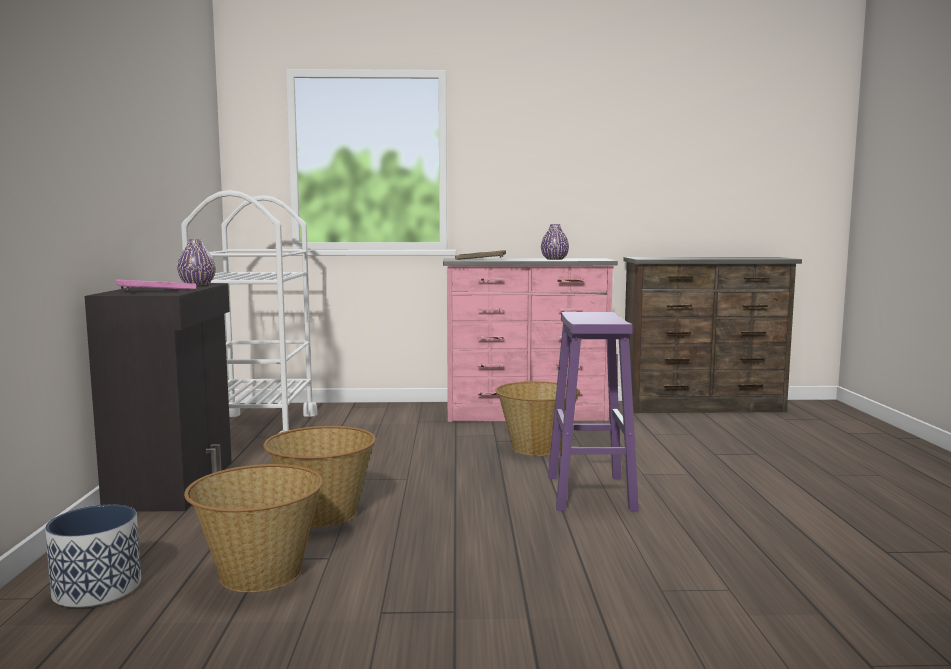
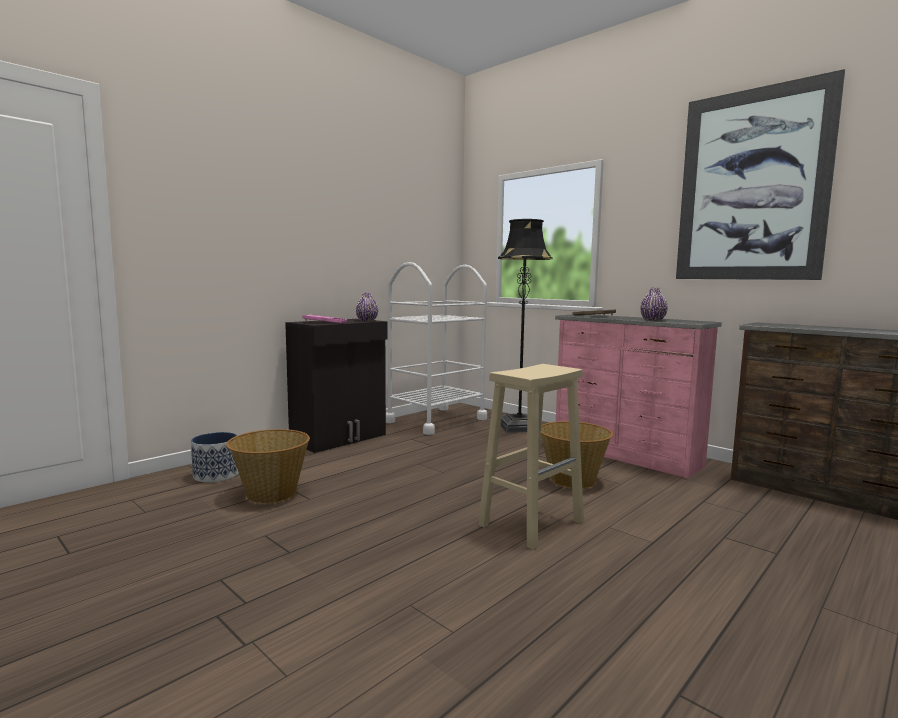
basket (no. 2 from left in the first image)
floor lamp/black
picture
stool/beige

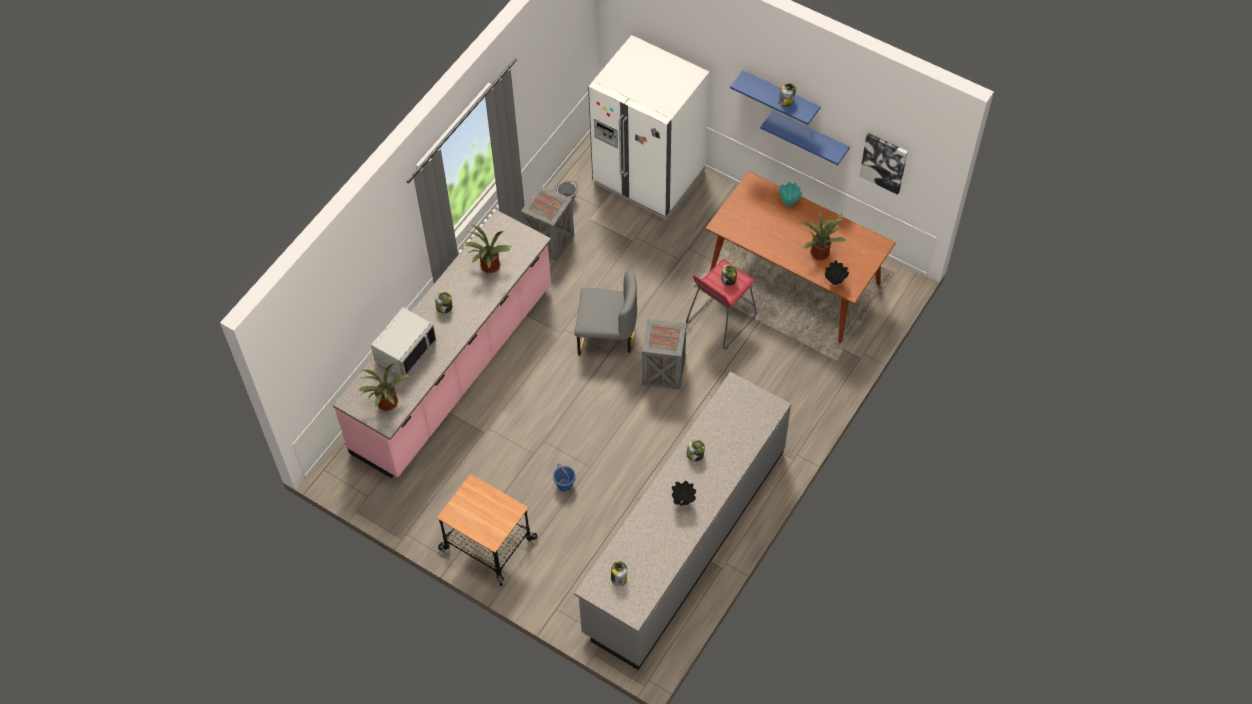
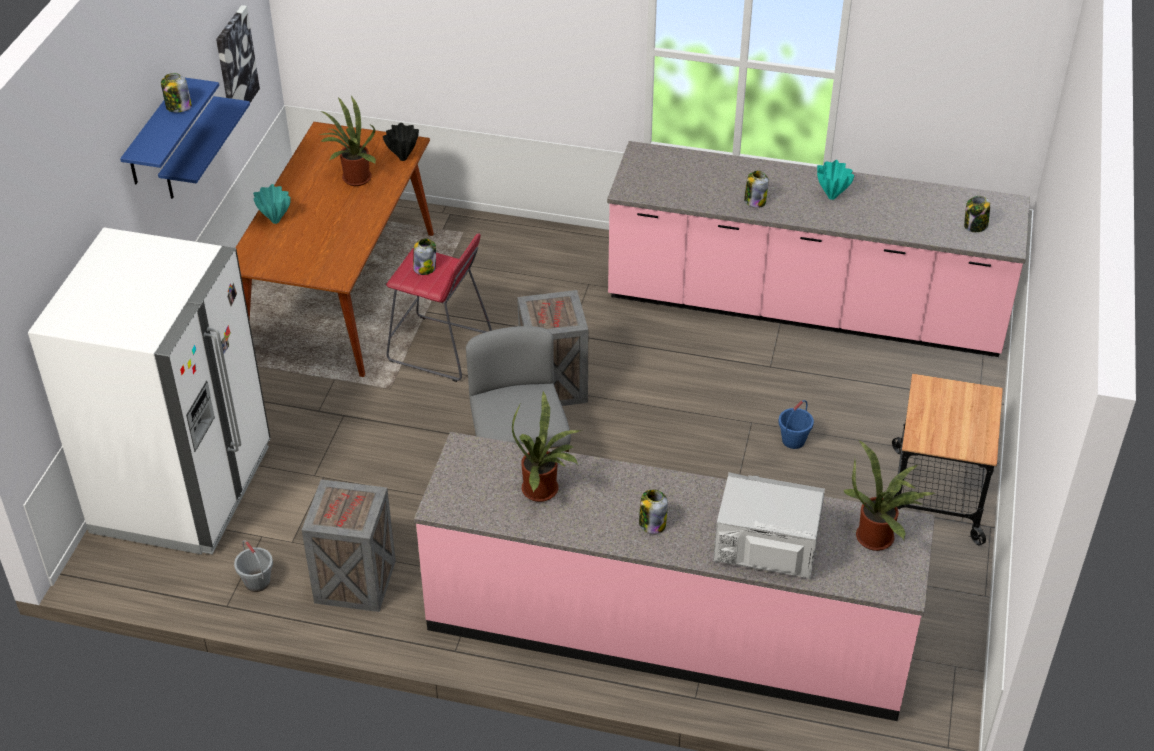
counter/pink (no. 2 from left)
vase/turquoise (no. 2 from left)

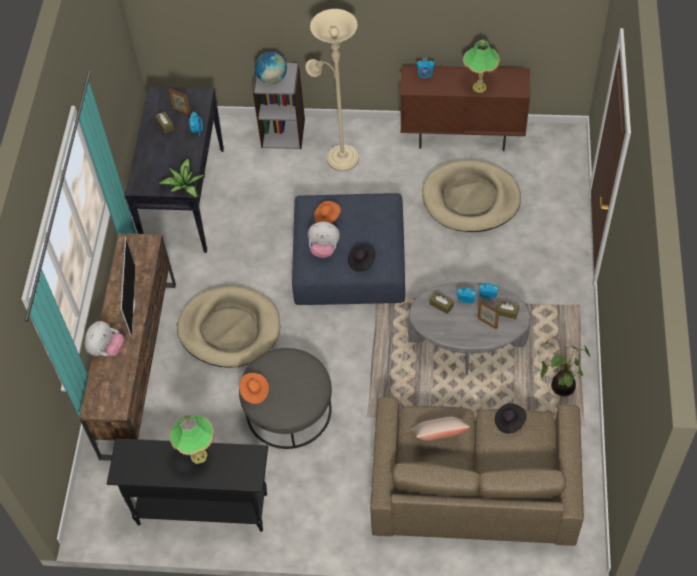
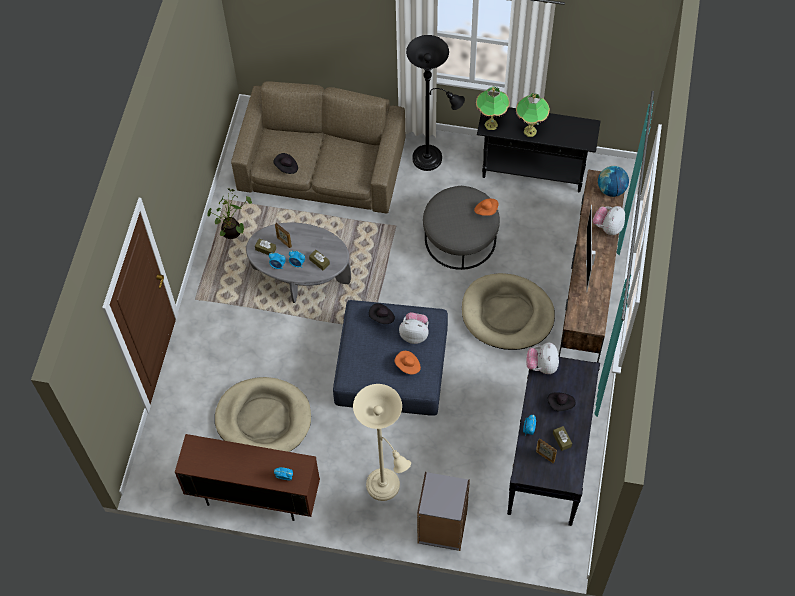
pillow/beige
floor lamp/black
hat/black (no. 3 from left)
globe
table lamp (no. 1 from left)
plush toy (no. 2 from left)

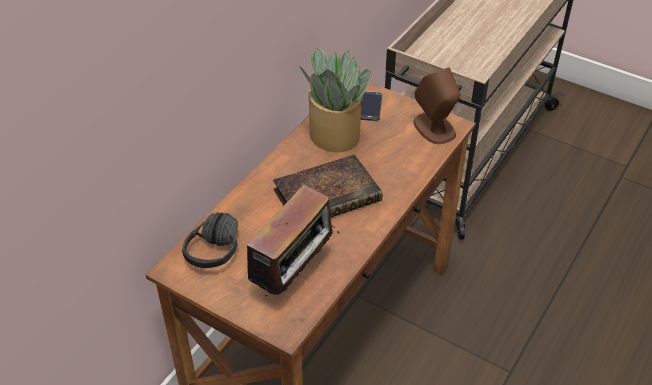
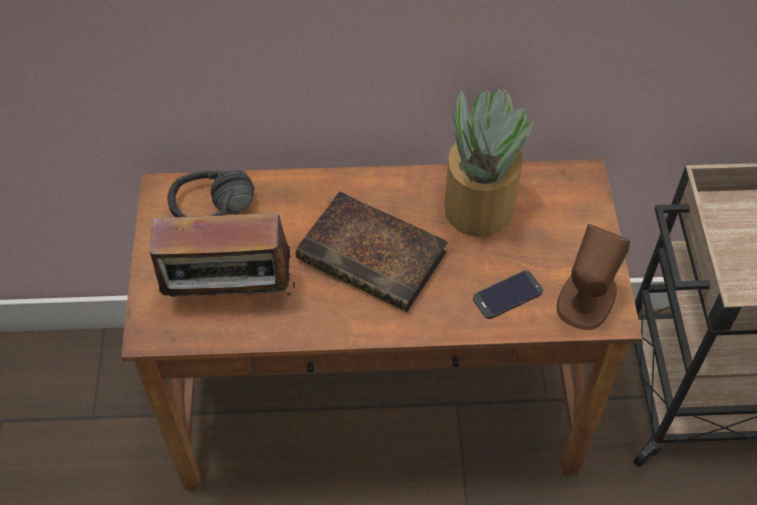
phone

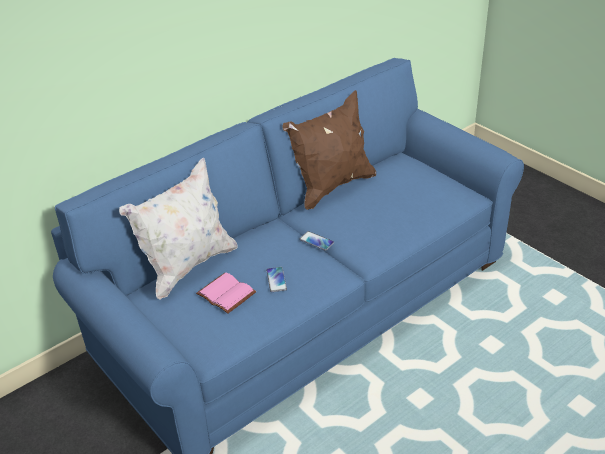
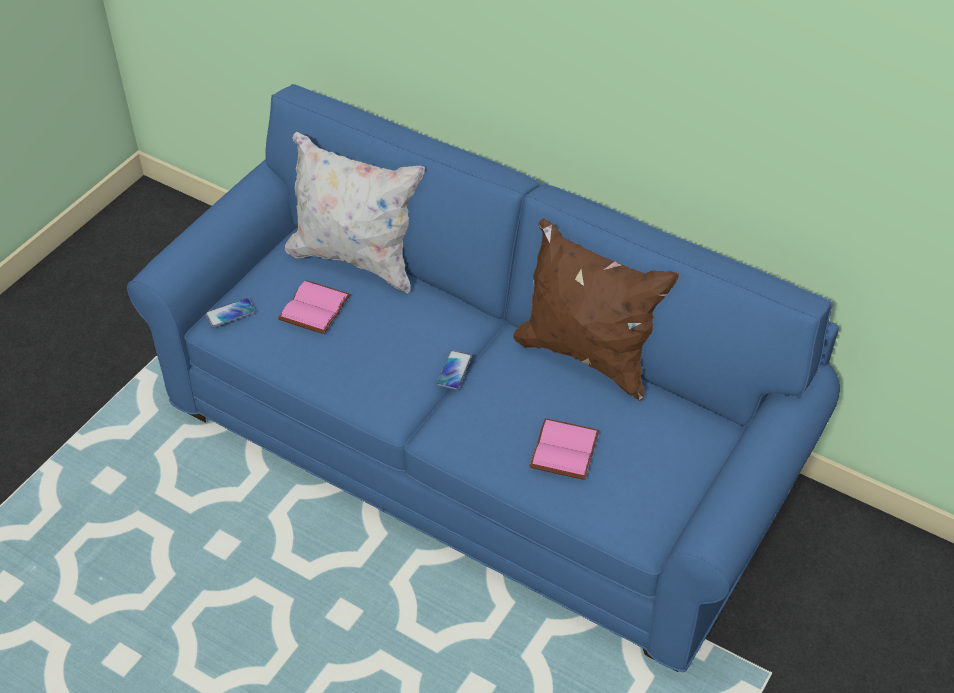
book/pink (no. 2 from left)
phone (no. 1 from left)

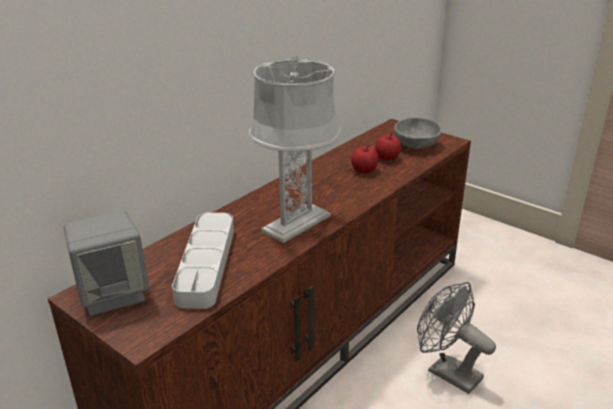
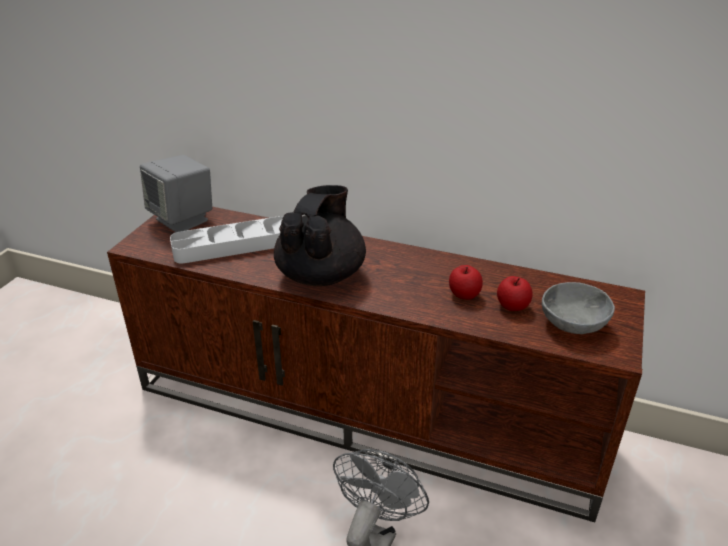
teapot/black

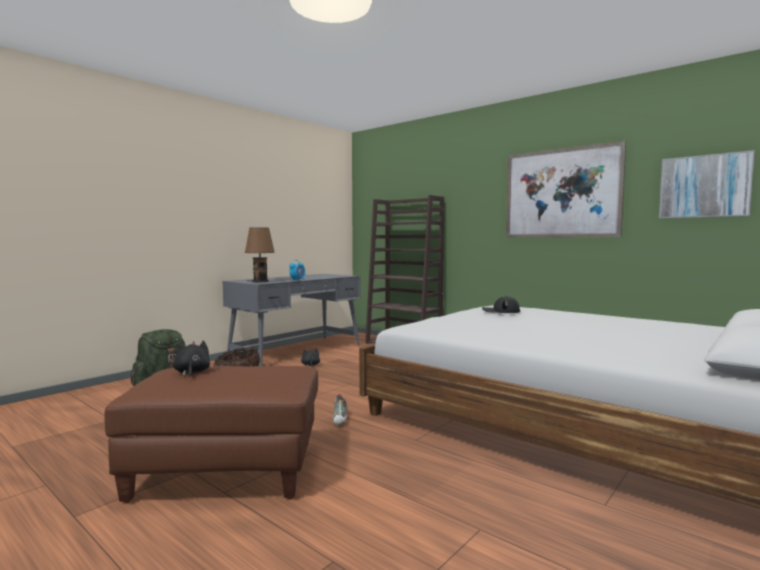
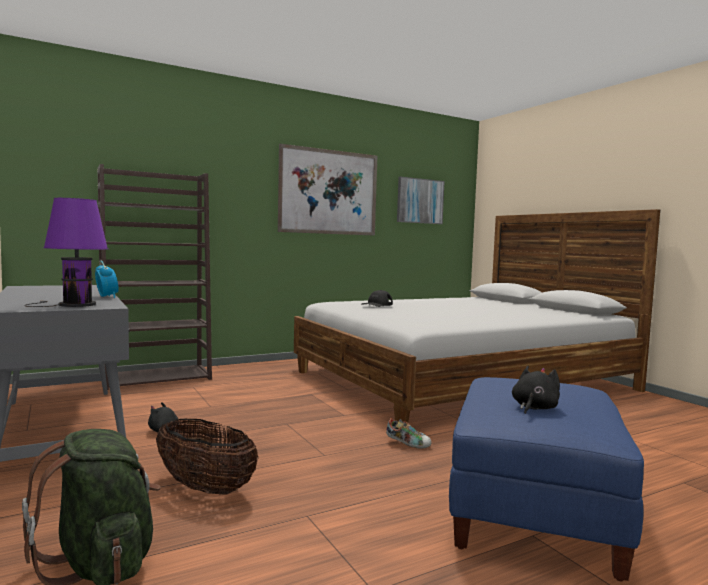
ottoman/blue
table lamp/purple
plush toy/black (no. 2 from left)

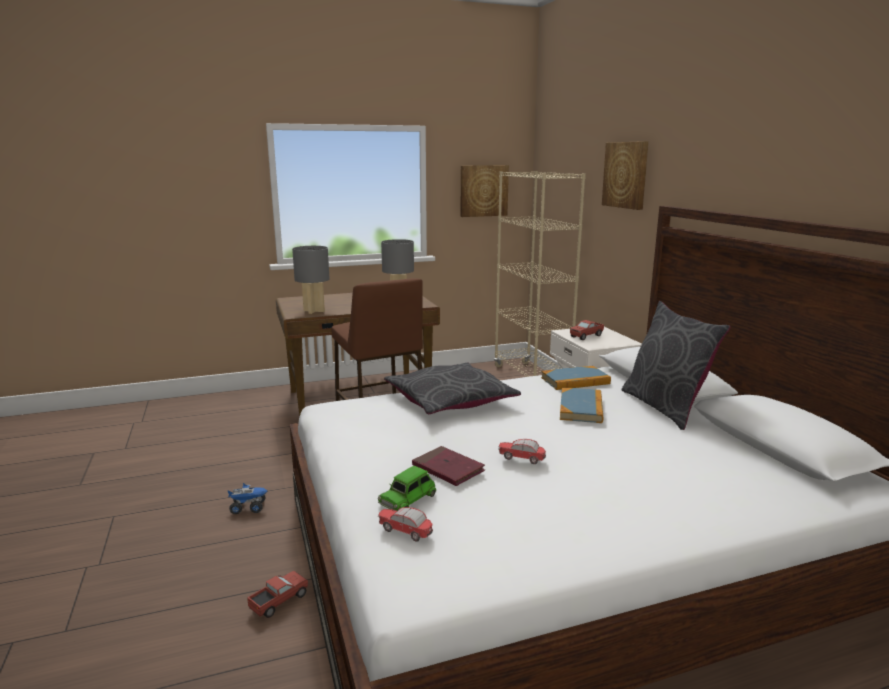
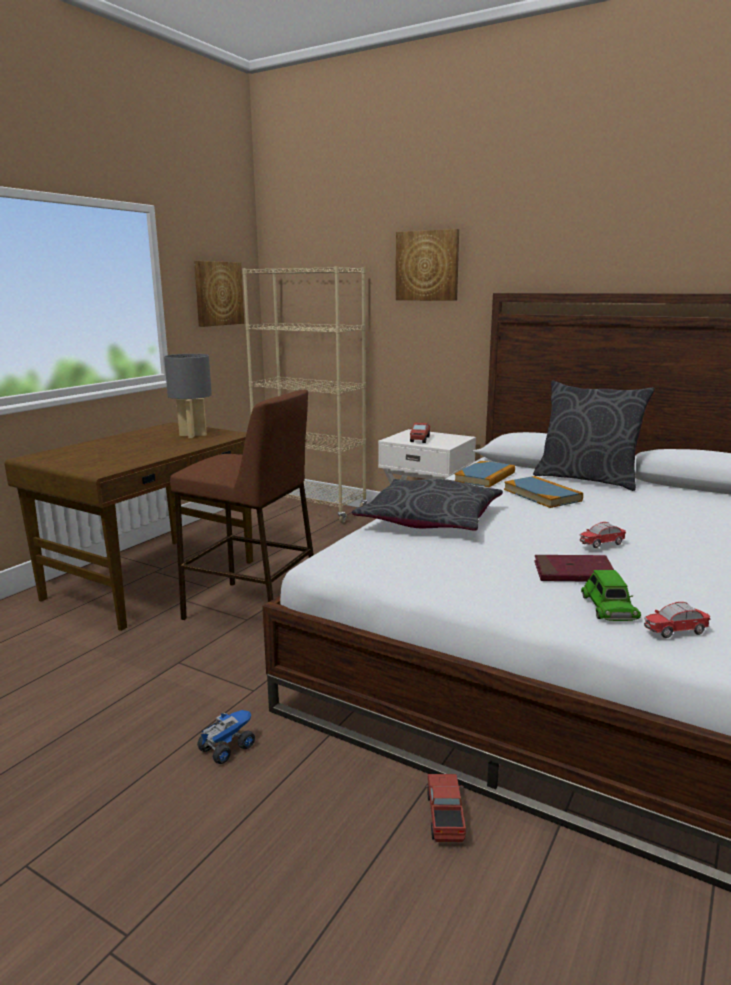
table lamp/grey (no. 1 from left in the first image)

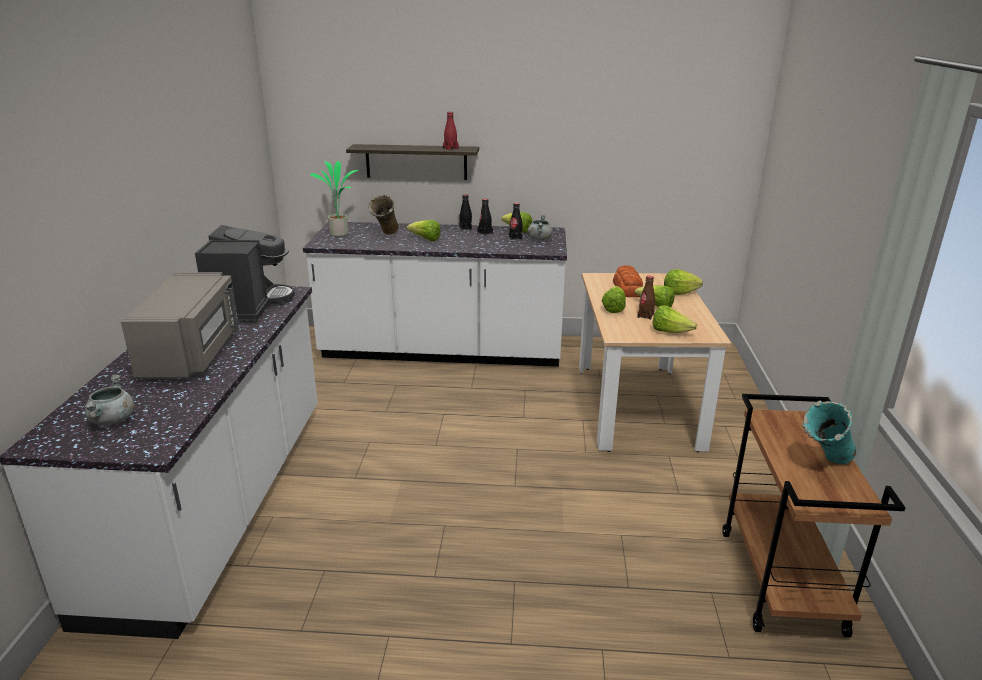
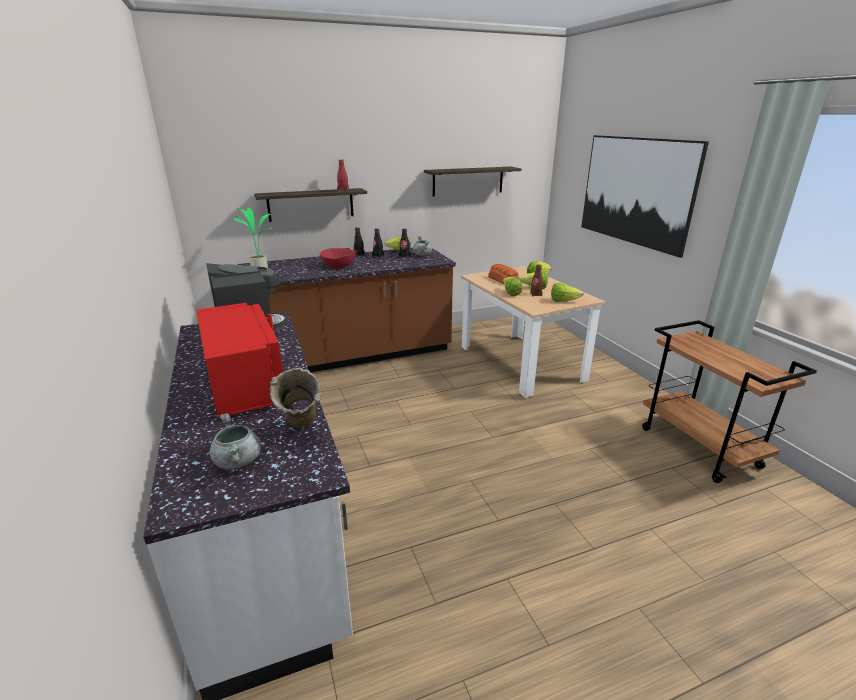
vase/turquoise
shelf (no. 2 from left)
picture
vase/beige
bowl/red
microwave/red
counter/brown

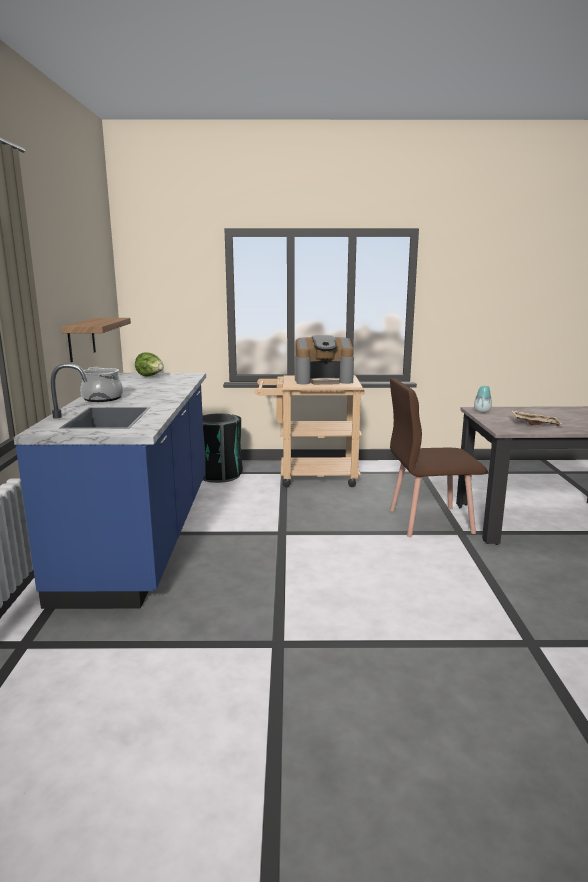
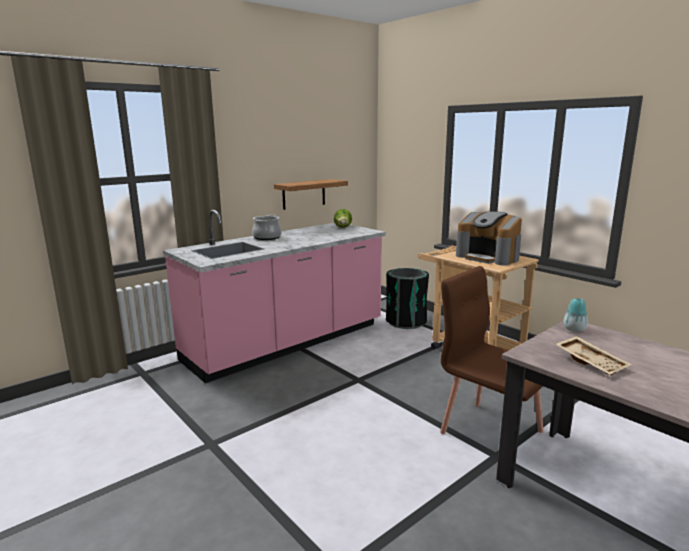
counter/pink

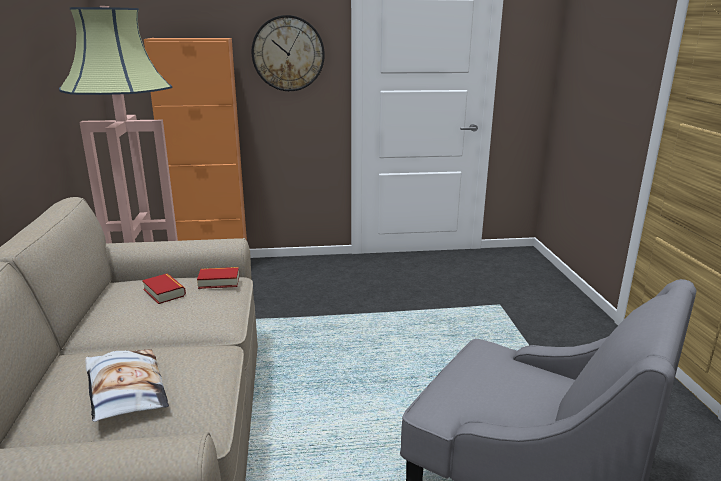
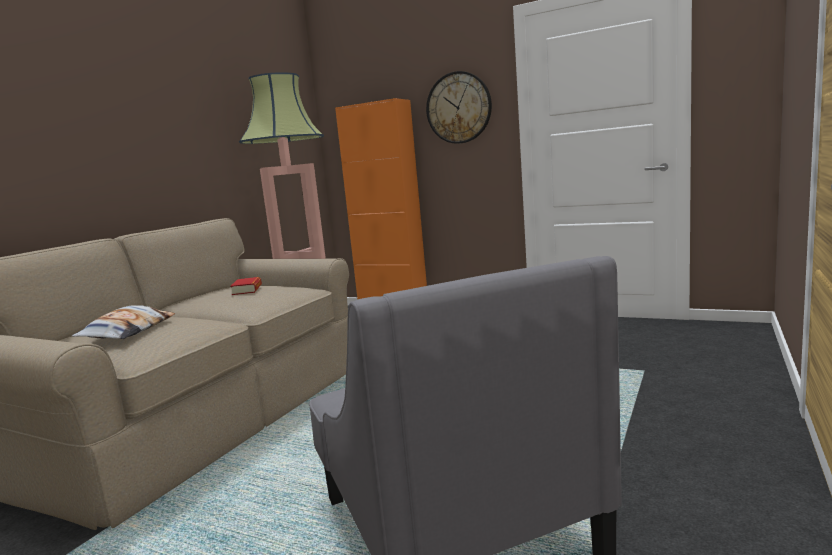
book (no. 2 from left in the first image)

